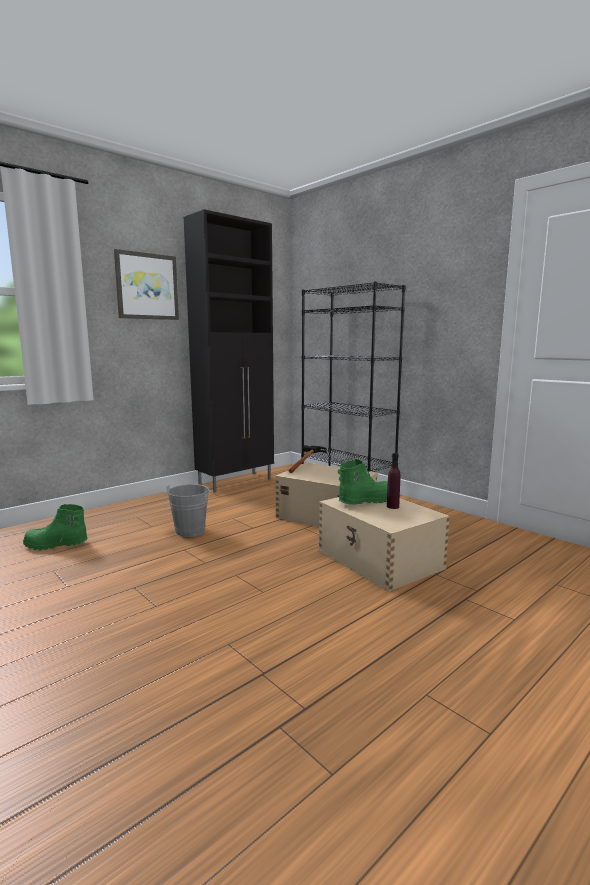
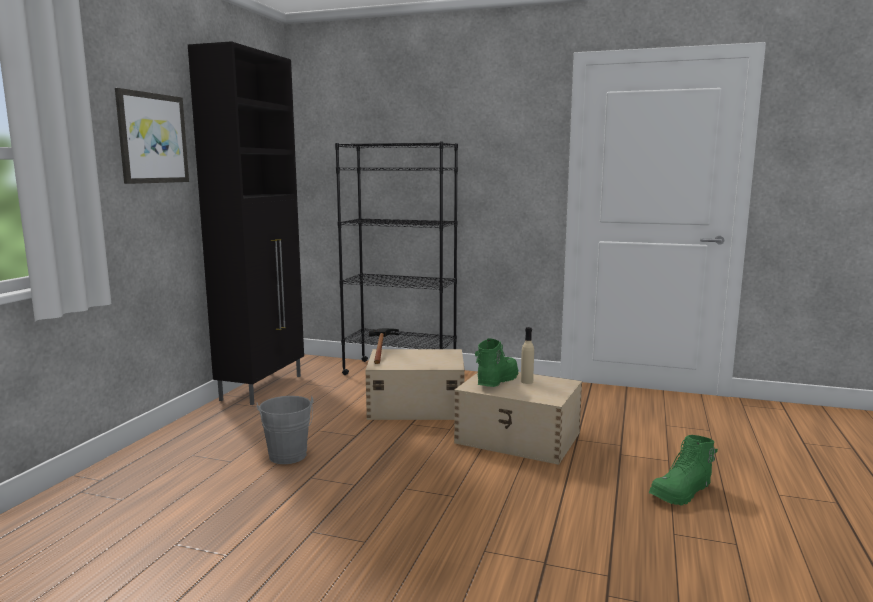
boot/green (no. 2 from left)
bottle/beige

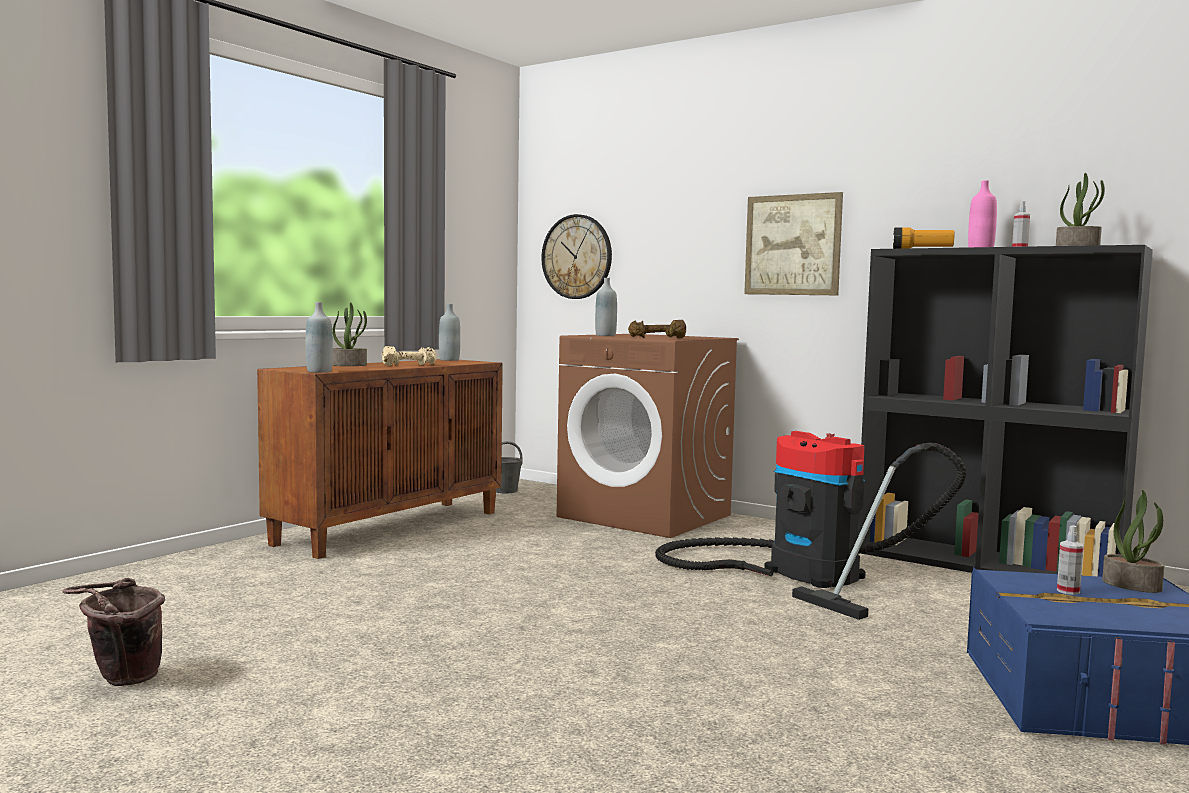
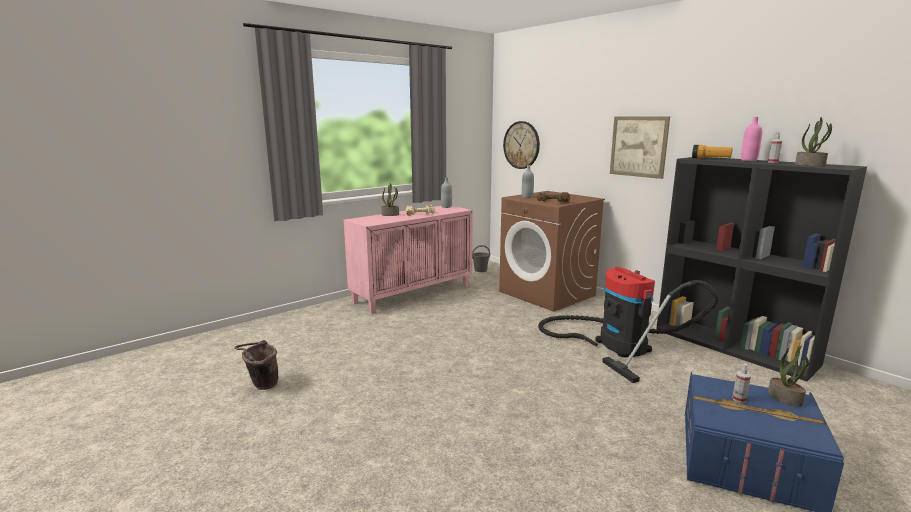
bottle/grey (no. 1 from left in the first image)
cabinet/pink

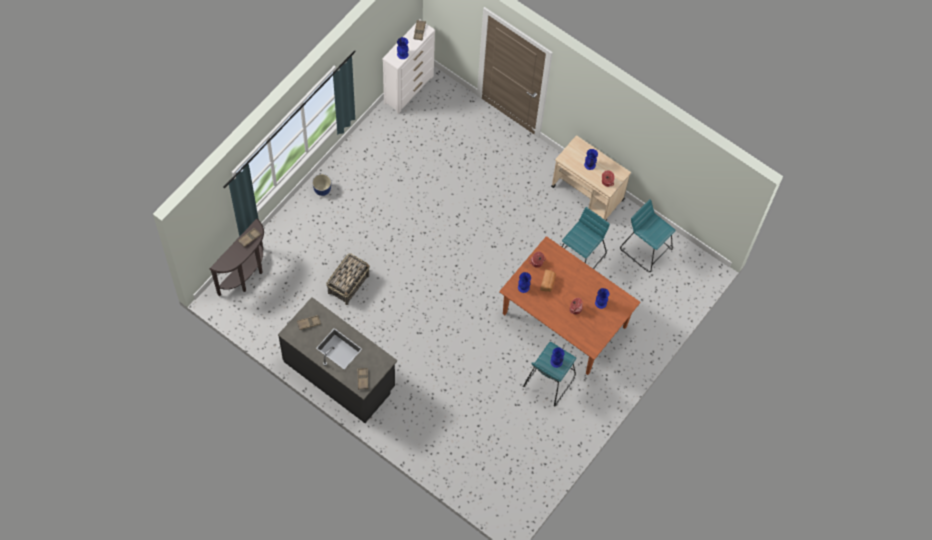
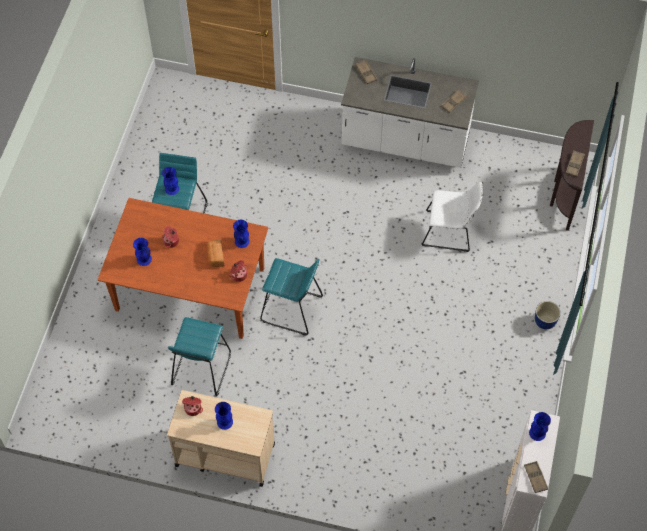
stool/turquoise (no. 3 from left)
chair/white
counter/white

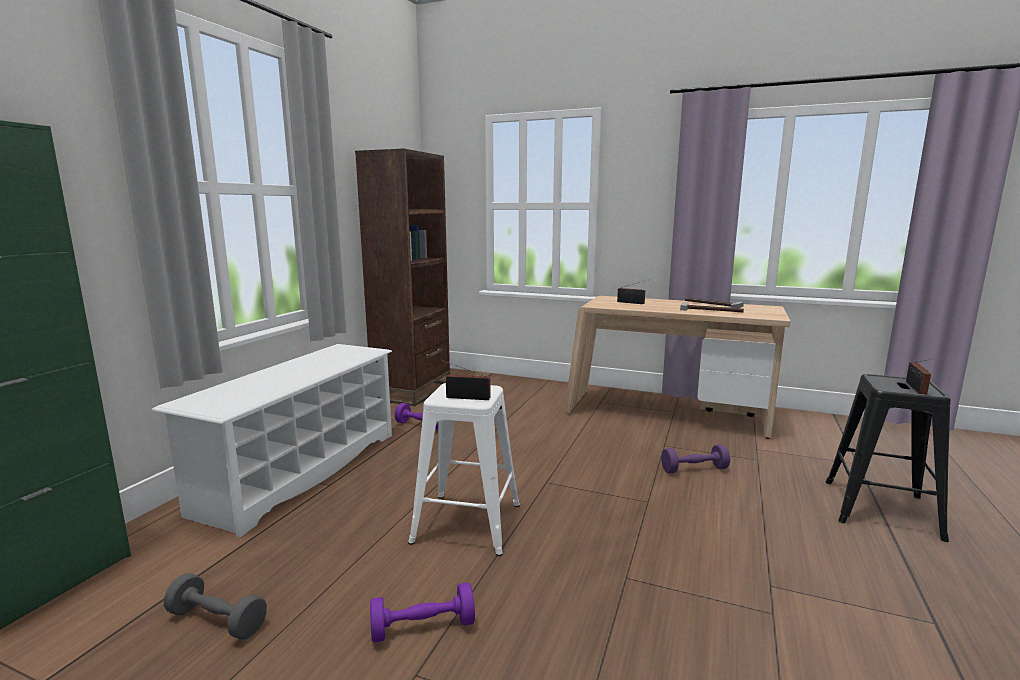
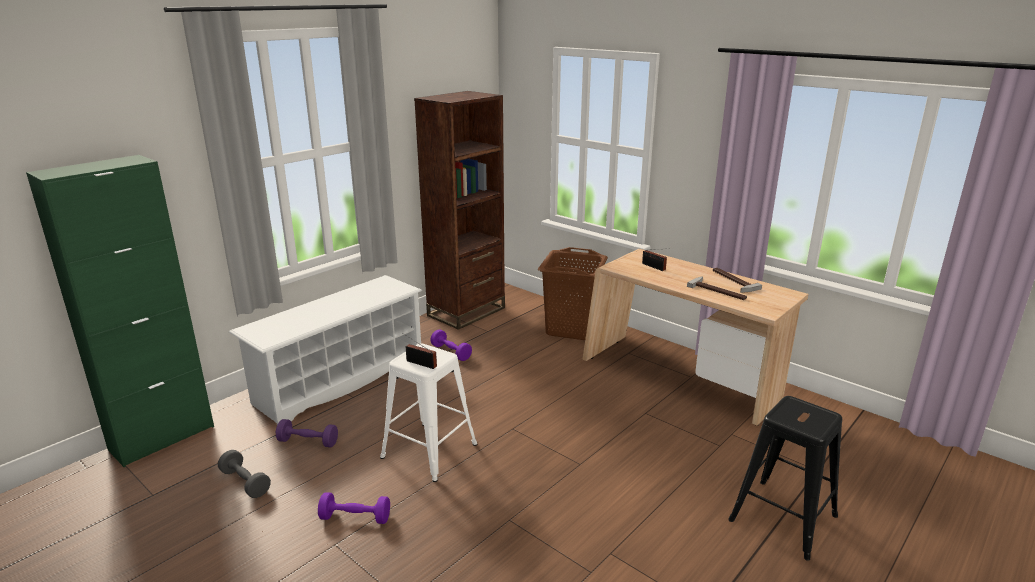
radio (no. 3 from left in the first image)
laundry basket/brown
dumbbell/purple (no. 1 from left)

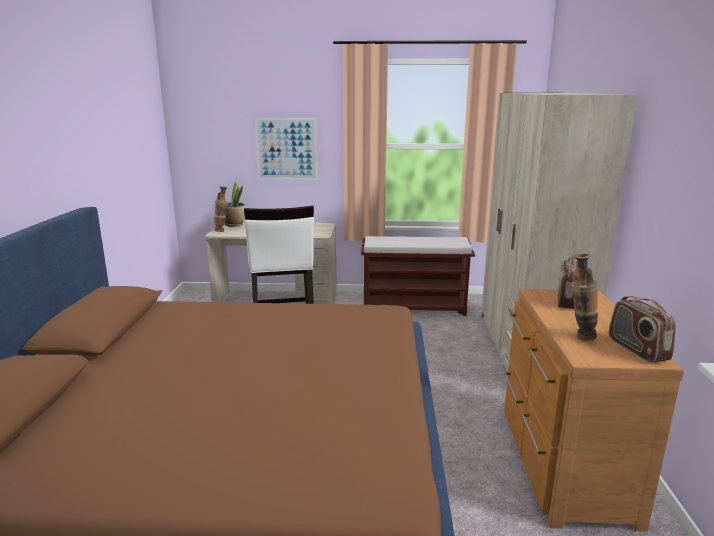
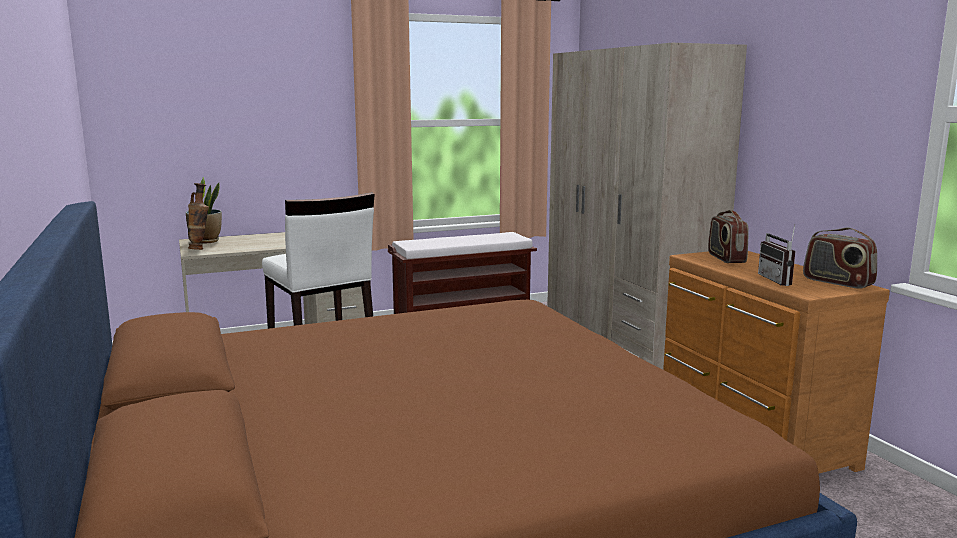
picture
radio (no. 2 from left)

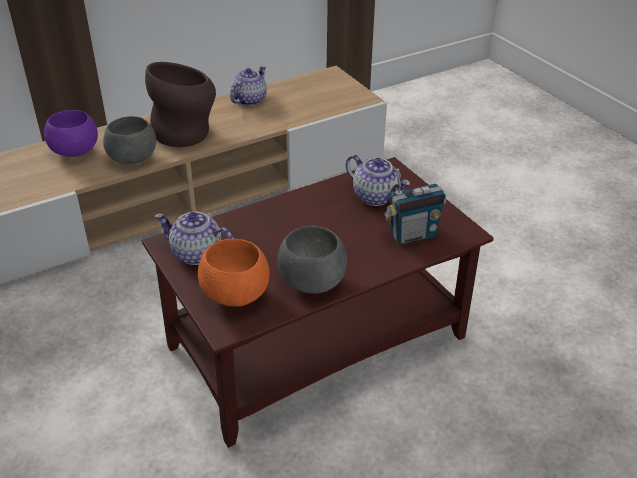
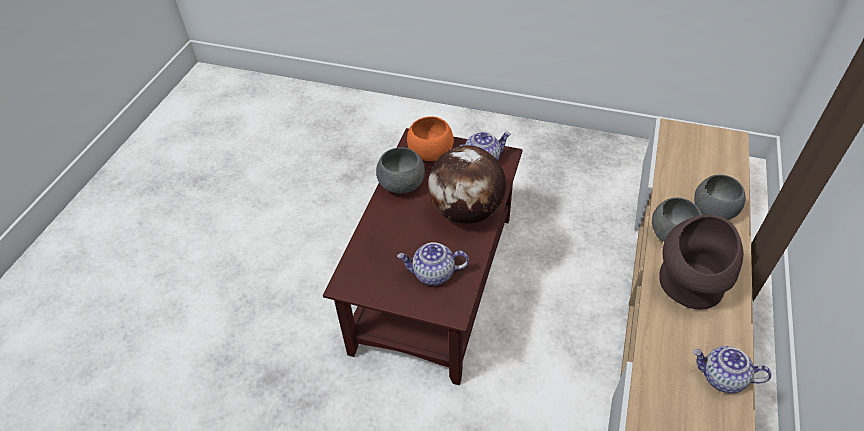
radio
globe
bowl/grey (no. 3 from left)
teapot (no. 3 from left)

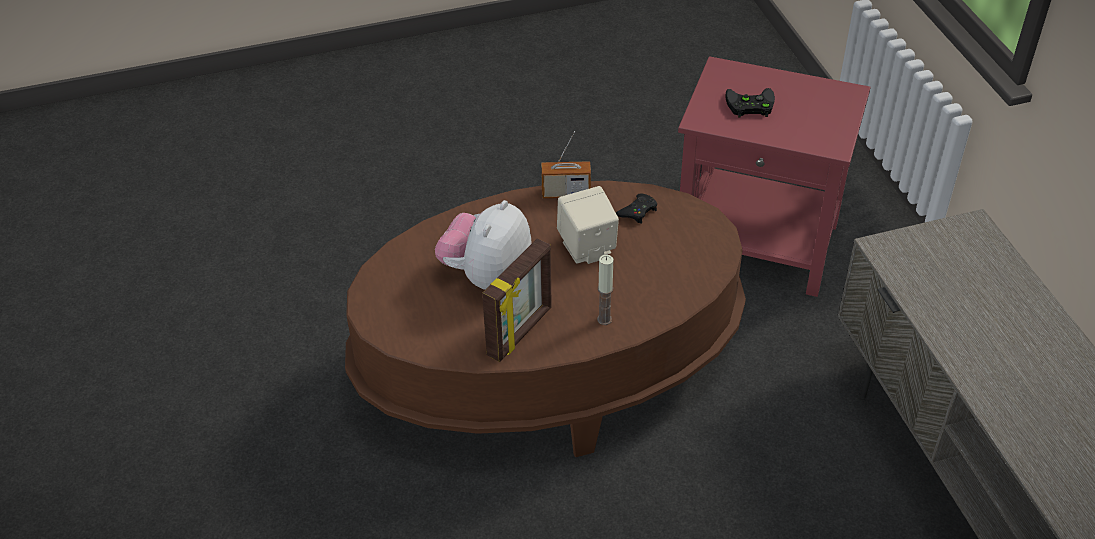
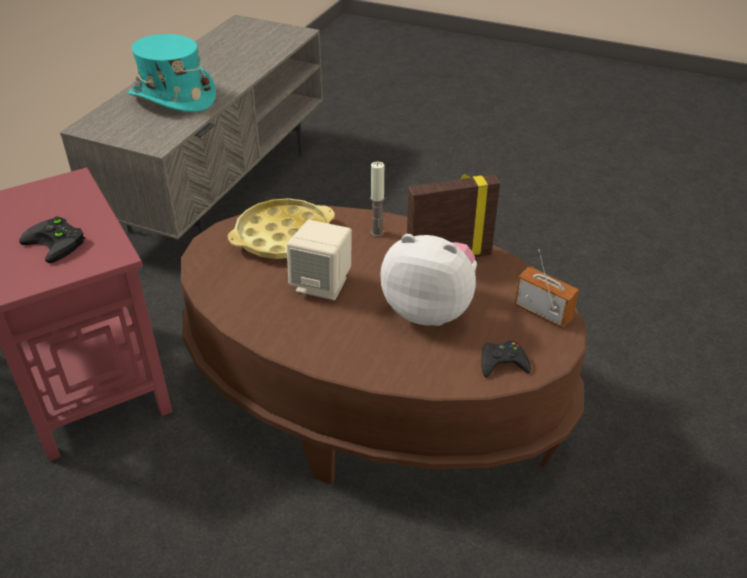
hat/turquoise
tray/yellow
radio
game controller/black (no. 2 from left)
plush toy

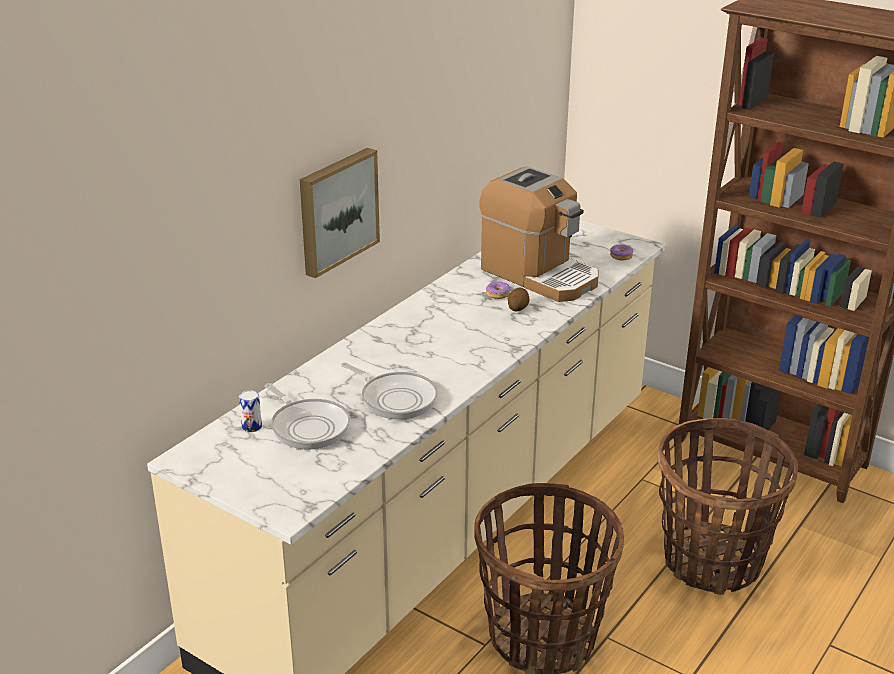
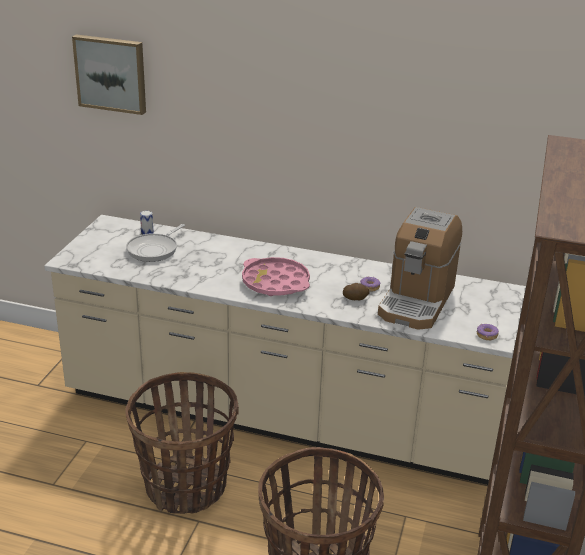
frying pan (no. 2 from left in the first image)
tray/pink
picture

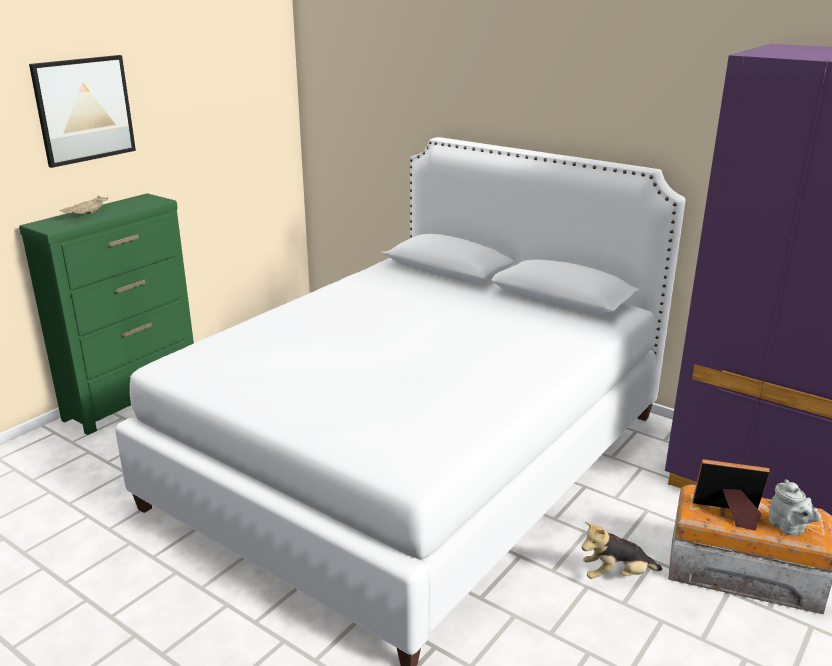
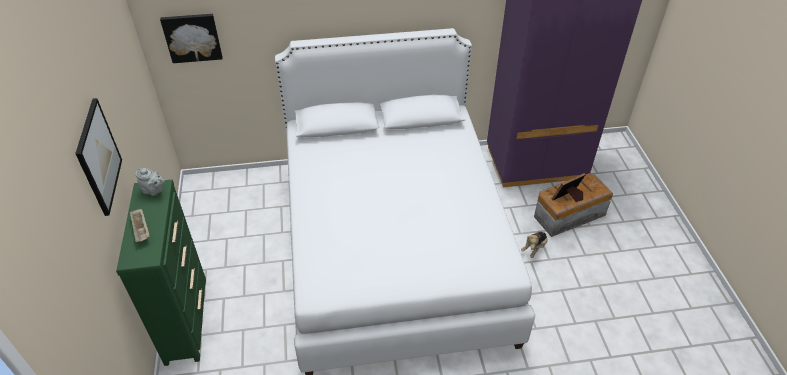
picture (no. 2 from left)
teapot/grey

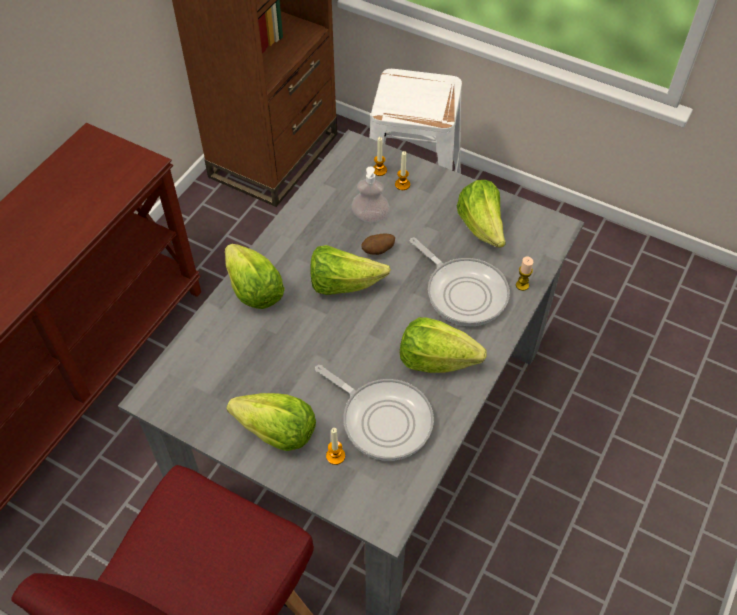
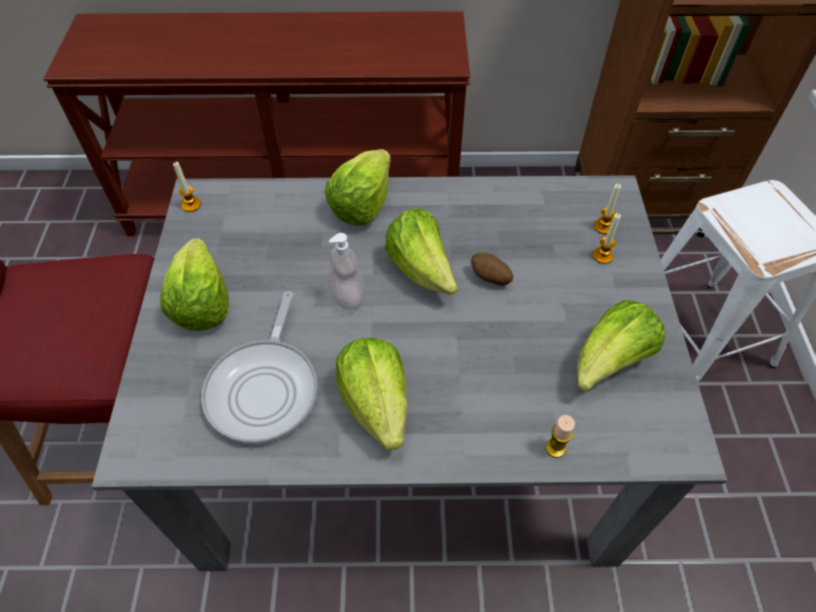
frying pan (no. 2 from left in the first image)
candle (no. 1 from left)
soap dispenser

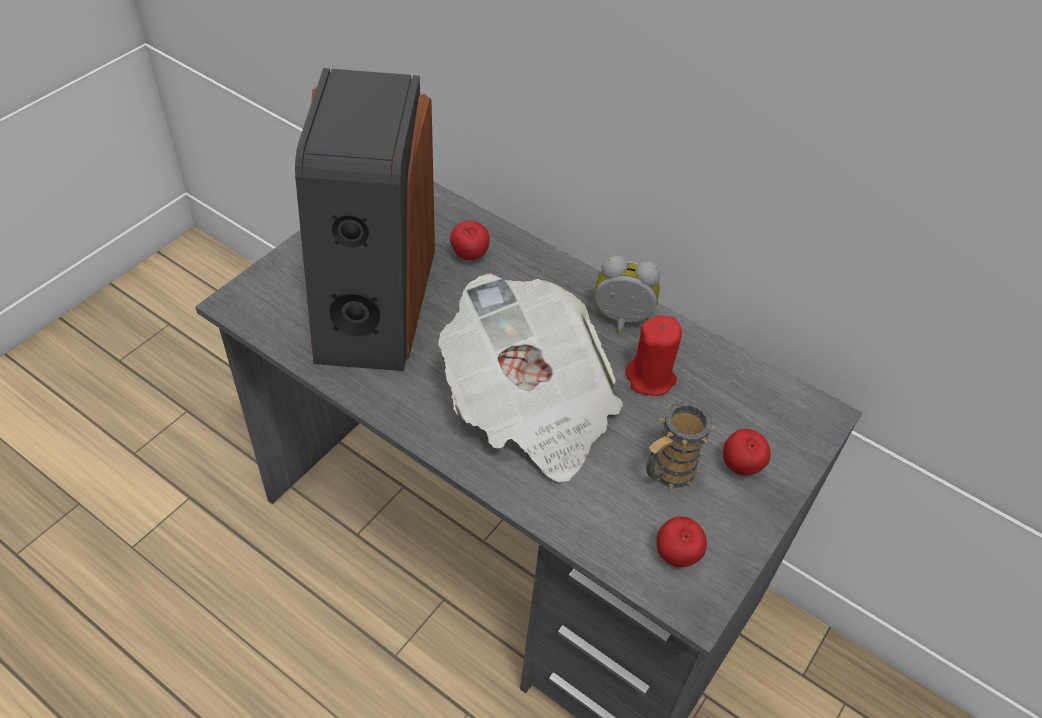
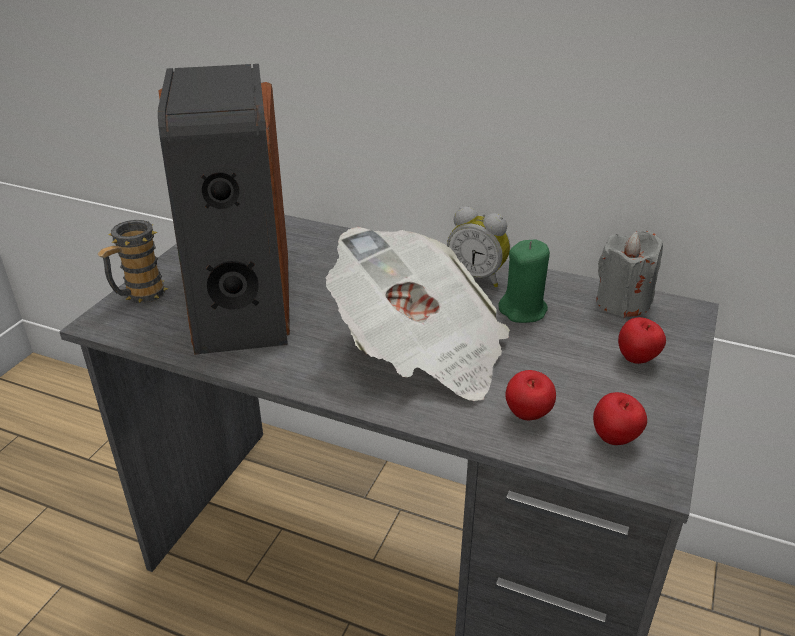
candle/grey
apple (no. 1 from left)
mug
candle/green
alarm clock

